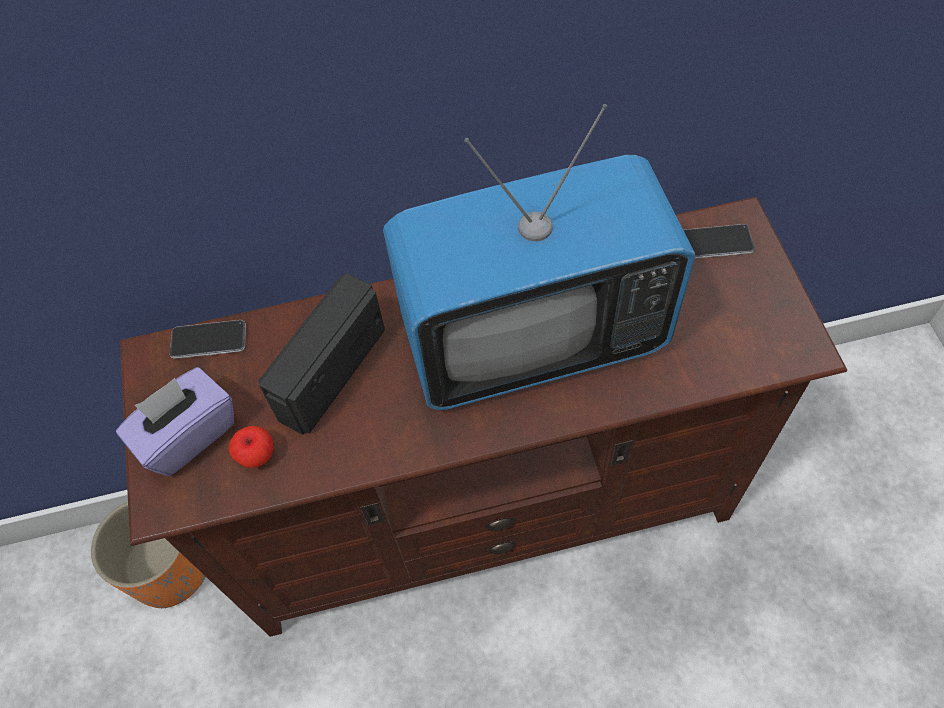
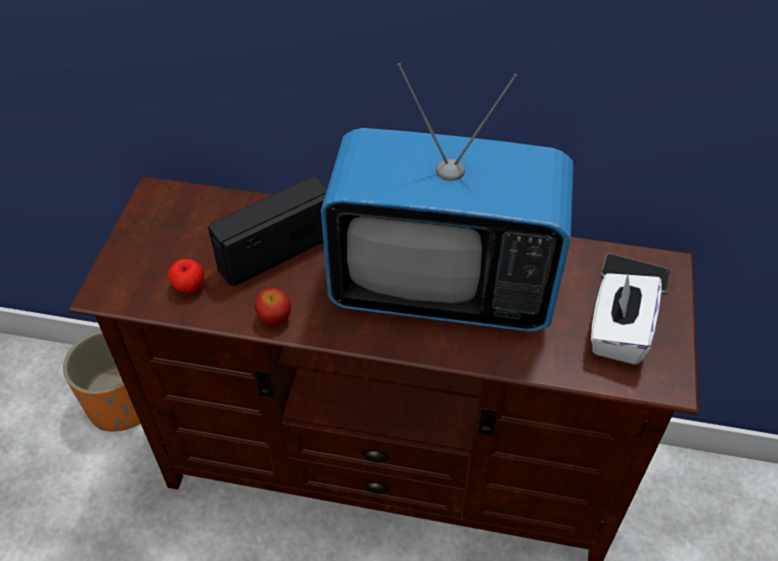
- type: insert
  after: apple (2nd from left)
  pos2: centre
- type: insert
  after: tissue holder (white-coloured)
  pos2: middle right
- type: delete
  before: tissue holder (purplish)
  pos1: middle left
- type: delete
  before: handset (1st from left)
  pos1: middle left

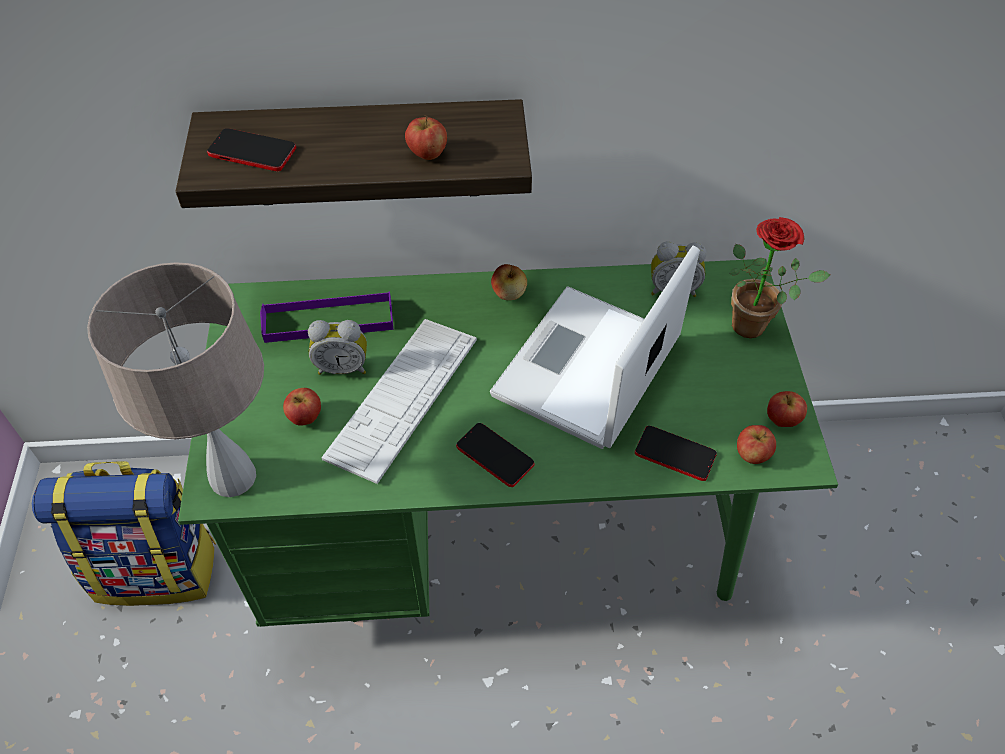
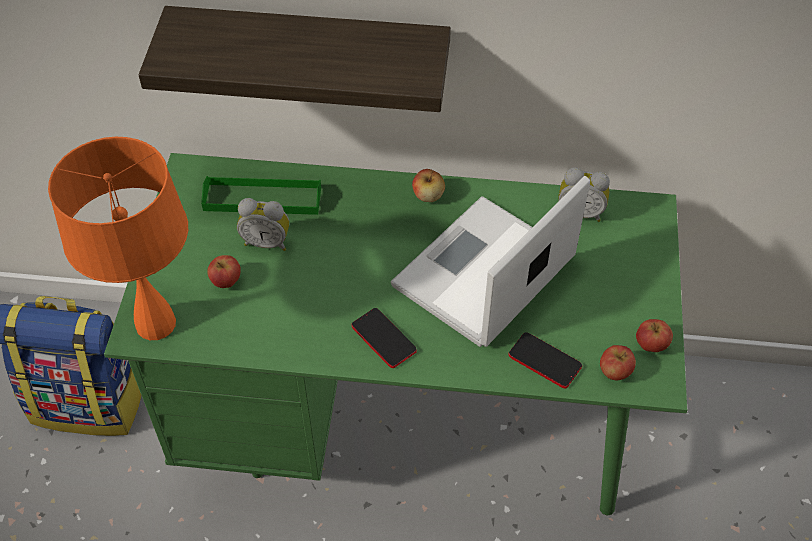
- type: recolor
  before: lamp for a table (sand-coloured)
  after: lamp for a table (orangey)
  pos1: middle left
  pos2: middle left
- type: recolor
  before: tray (purplish)
  after: tray (green-coloured)
  pos1: middle left
  pos2: middle left
- type: delete
  before: handset (1st from left)
  pos1: top left
- type: delete
  before: keyboard
  pos1: centre
- type: delete
  before: apple (2nd from left)
  pos1: top centre
- type: delete
  before: potted plant
  pos1: middle right

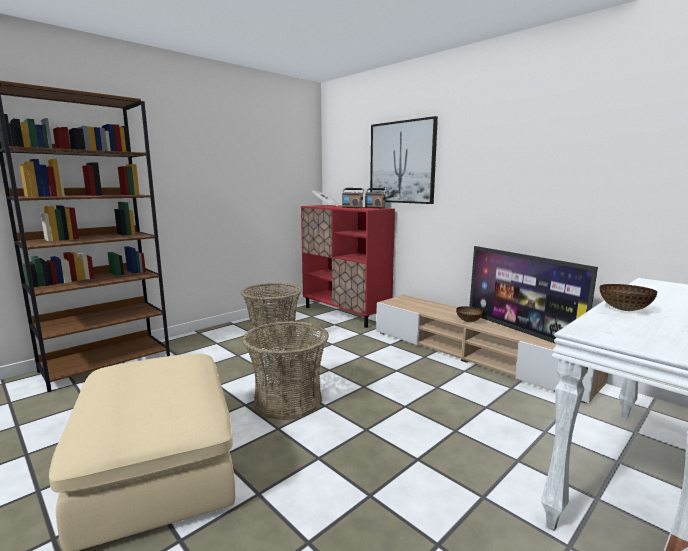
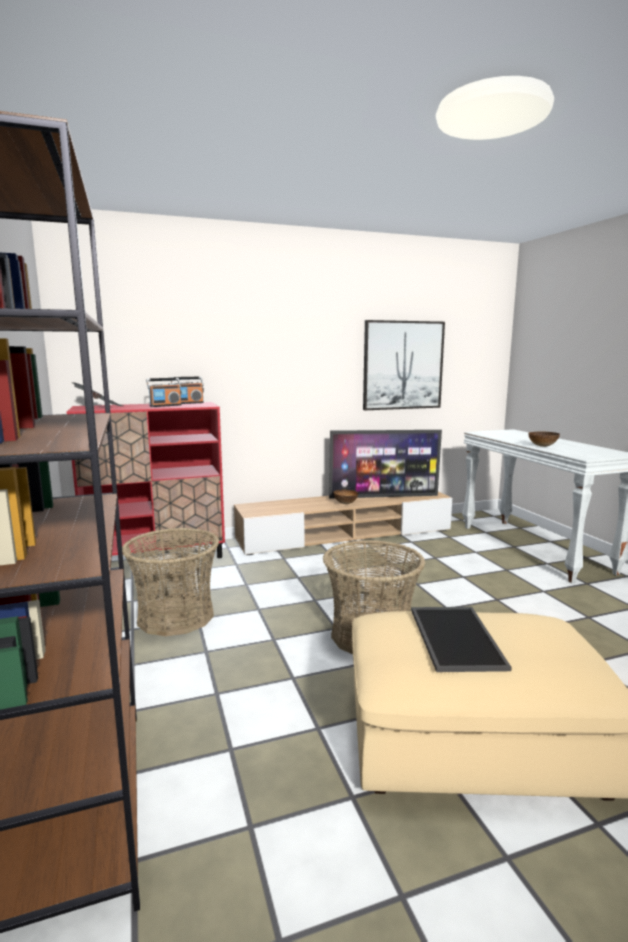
- type: move
  before: wall art
  pos1: top centre
  pos2: centre
- type: insert
  after: tray
  pos2: bottom right

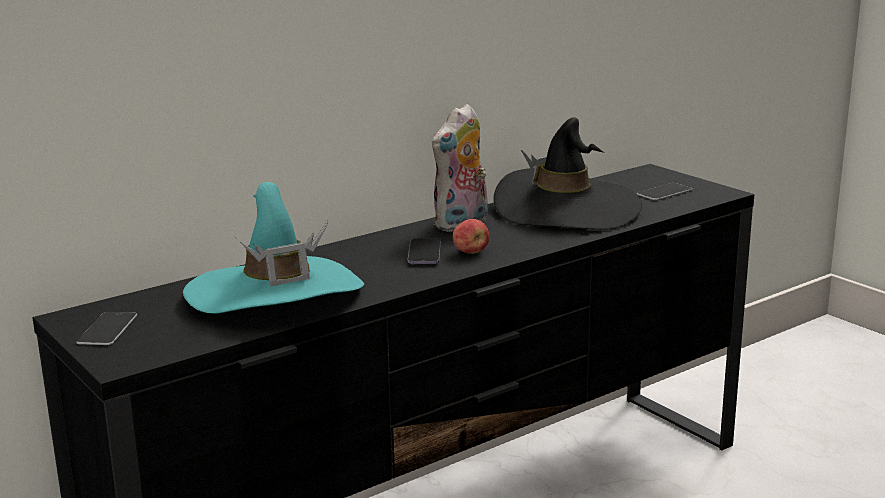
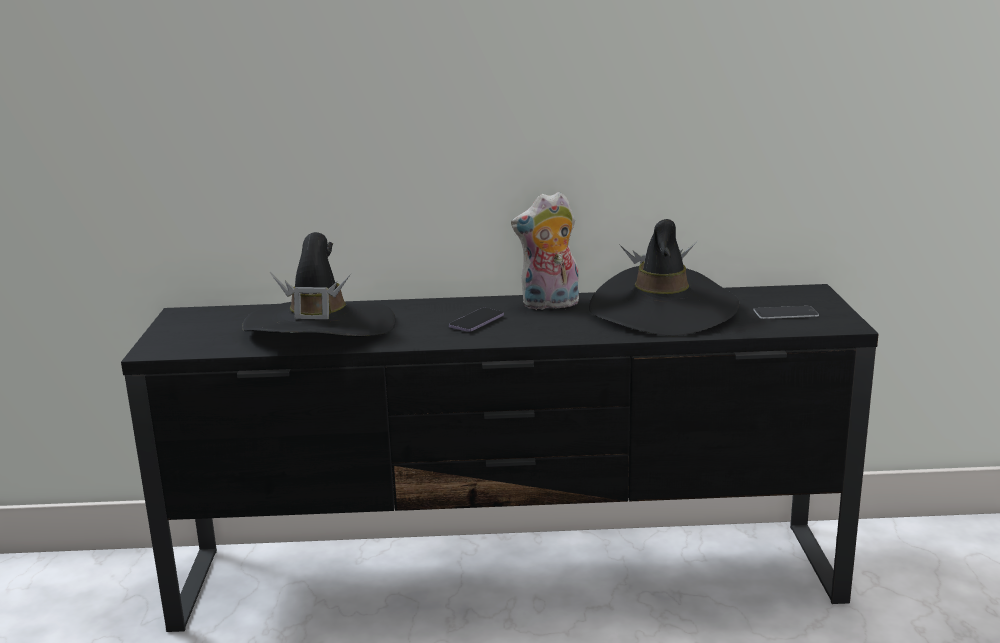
- type: recolor
  before: hat (blue-green)
  after: hat (blackish) (1st from left)
  pos1: middle left
  pos2: middle left
- type: delete
  before: handset (1st from left)
  pos1: middle left
- type: delete
  before: apple
  pos1: centre

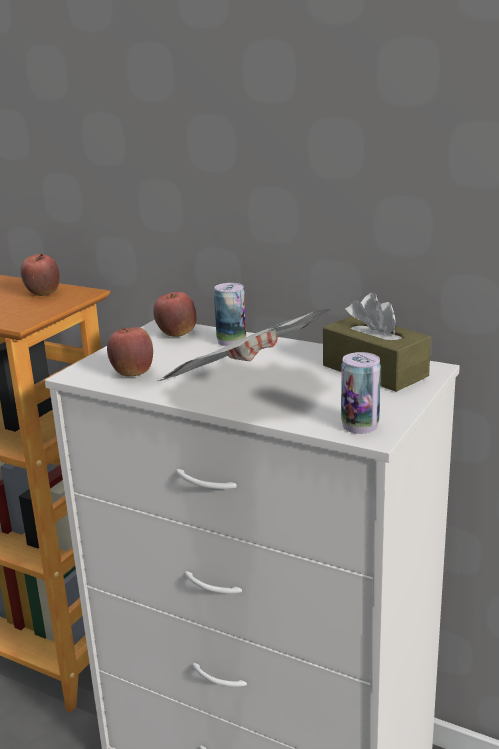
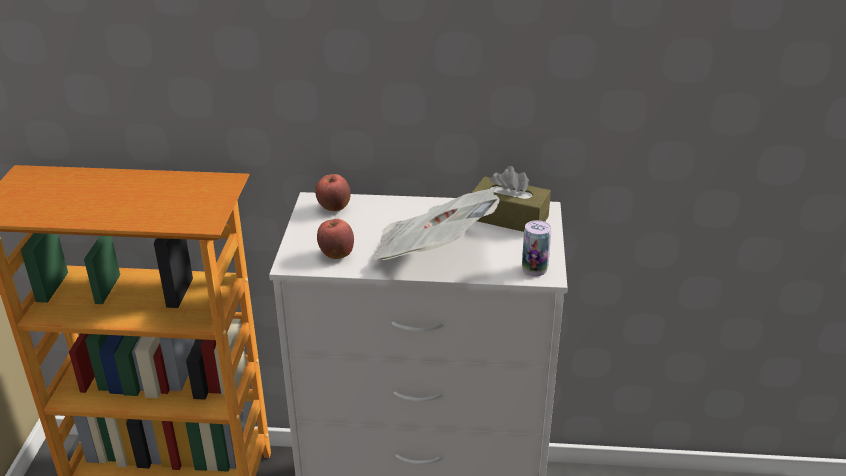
- type: delete
  before: apple (1st from left)
  pos1: middle left
- type: delete
  before: sealed can (1st from left)
  pos1: centre

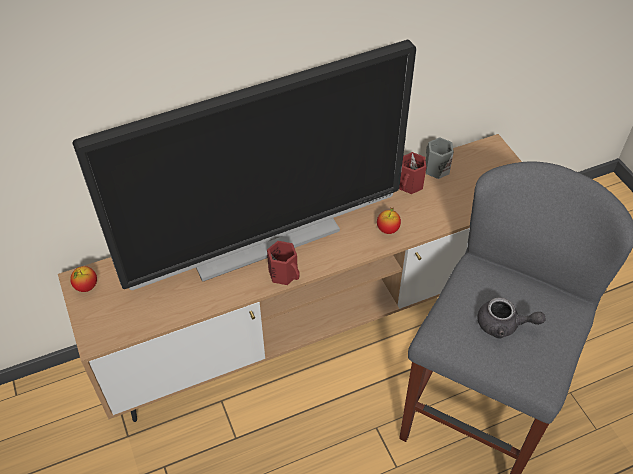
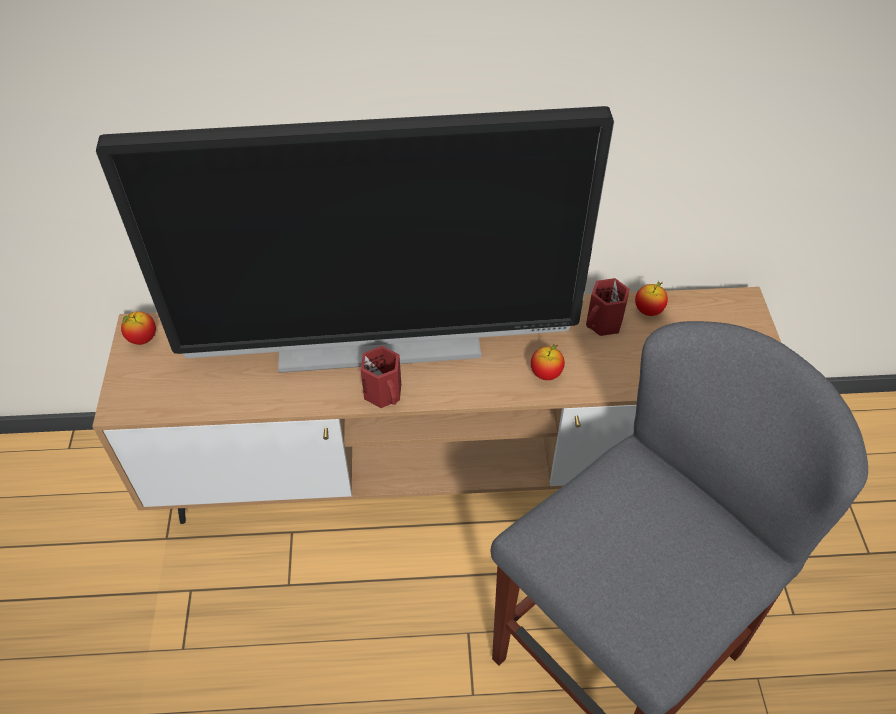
- type: replace
  before: tea mug (gray)
  after: apple (3rd from left)
  pos1: middle right
  pos2: middle right
- type: delete
  before: pot for tea (gray)
  pos1: bottom right

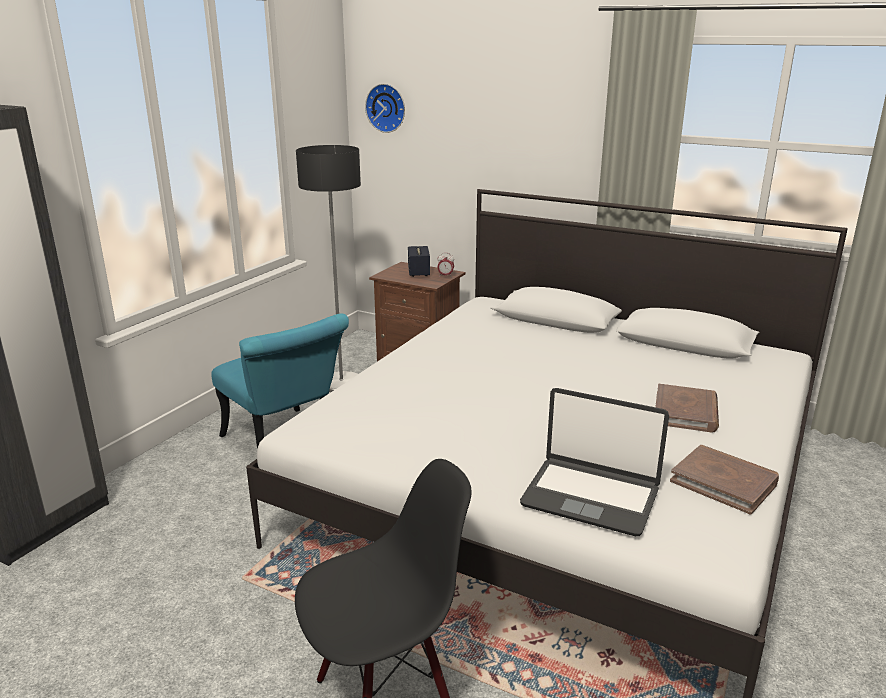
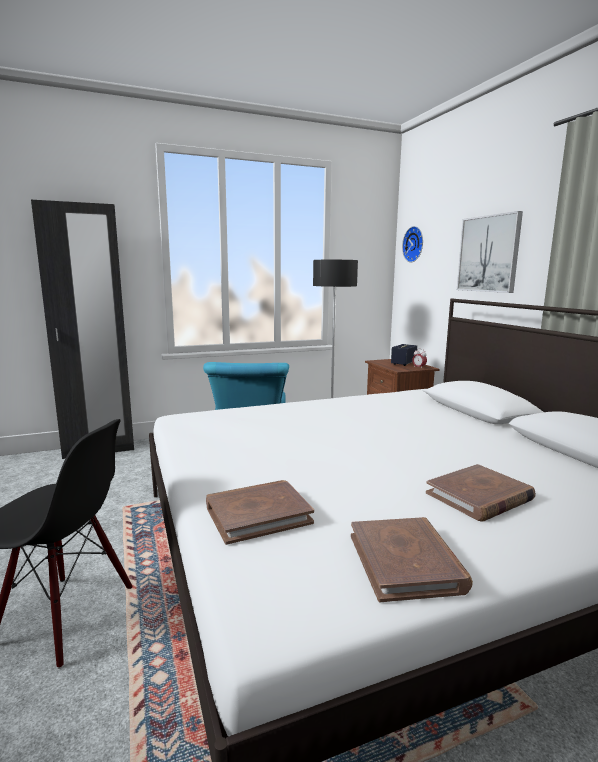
- type: replace
  before: portable computer
  after: volume (brown) (1st from left)
  pos1: middle right
  pos2: bottom centre
- type: insert
  after: wall art
  pos2: top right

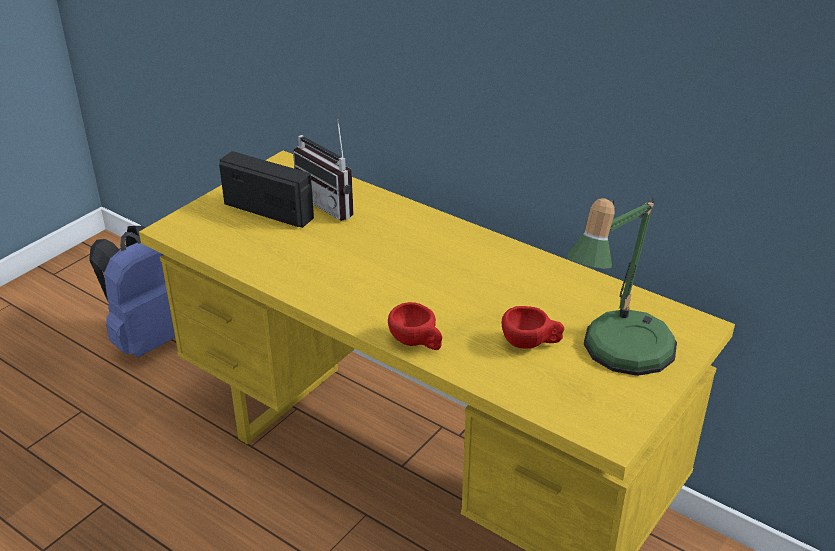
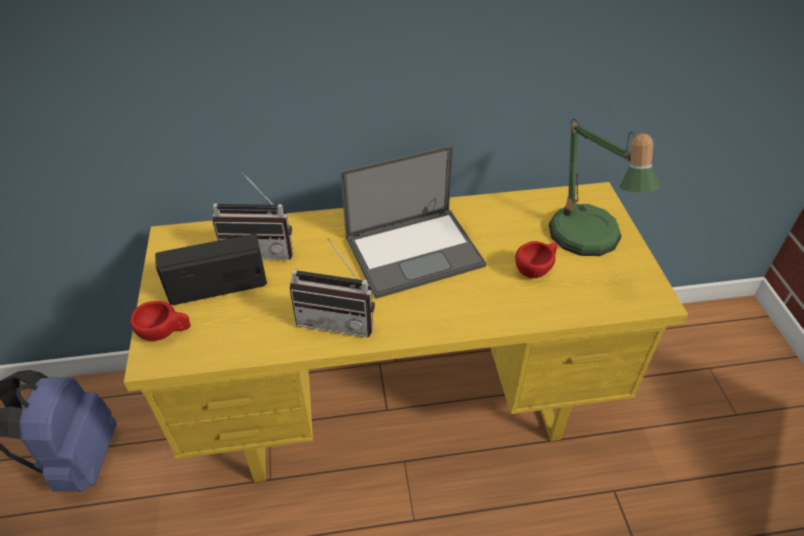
- type: move
  before: small cup (reddish) (1st from left)
  pos1: centre
  pos2: middle left
- type: insert
  after: radio set (3rd from left)
  pos2: centre
- type: insert
  after: portable computer
  pos2: centre

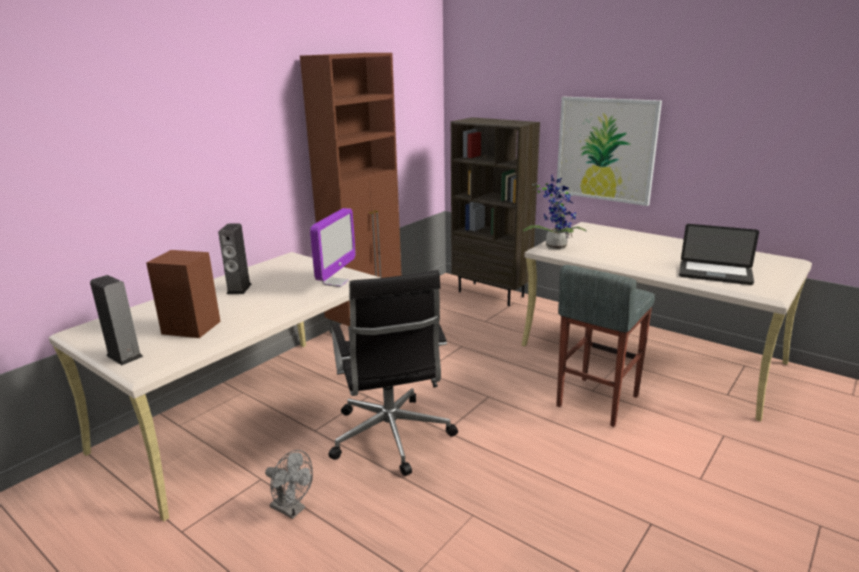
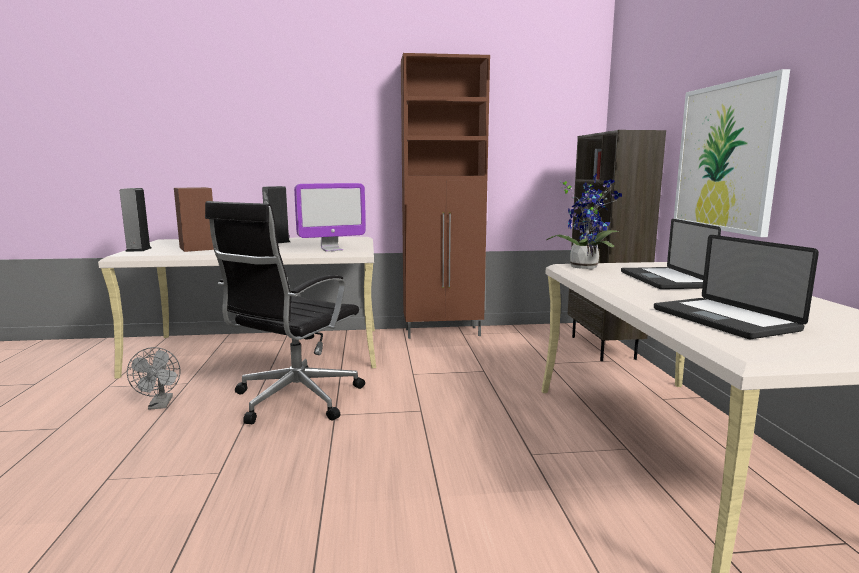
- type: insert
  after: portable computer (1st from left)
  pos2: middle right
- type: delete
  before: stool seat (gray)
  pos1: middle right

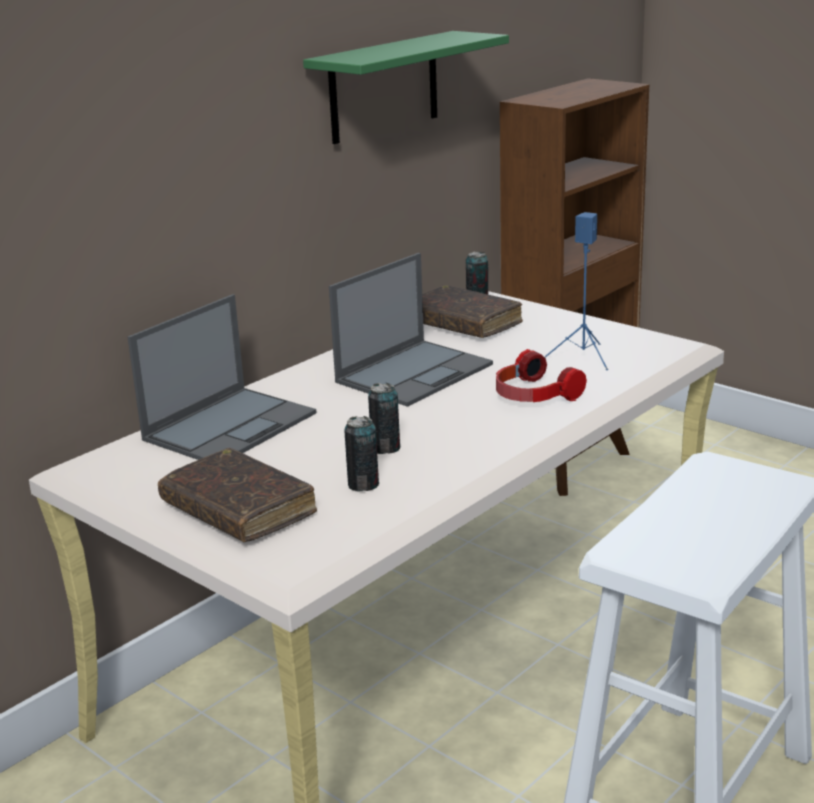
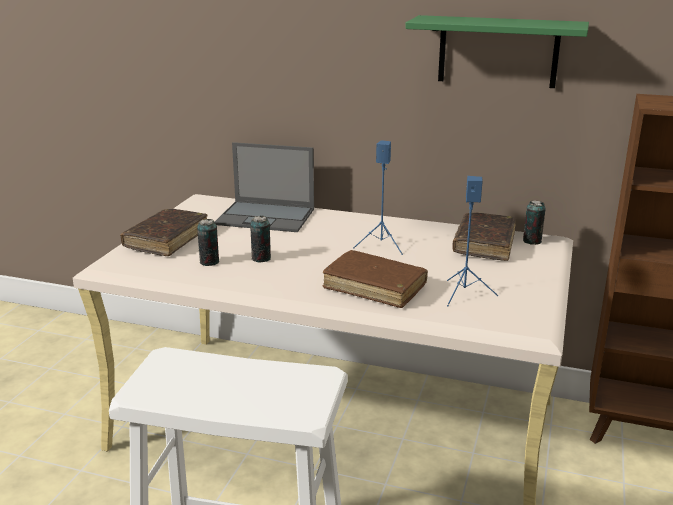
- type: replace
  before: headphones
  after: volume (brown) (2nd from left)
  pos1: centre
  pos2: centre
- type: replace
  before: portable computer (2nd from left)
  after: loudspeaker (bluish) (1st from left)
  pos1: centre
  pos2: centre

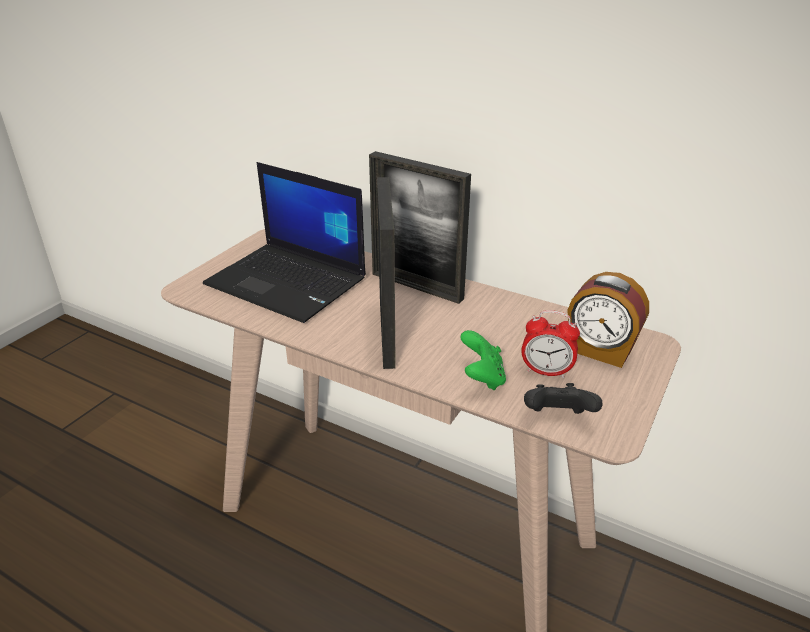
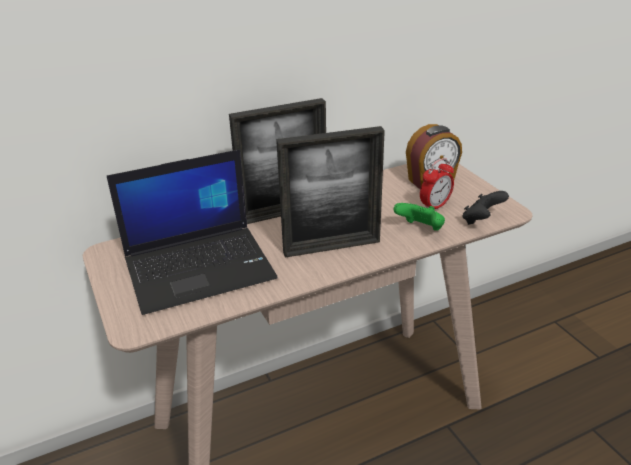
- type: rotate
  before: picture frame (1st from left in the first image)
  pos1: centre
  pos2: centre
  turn: 135

